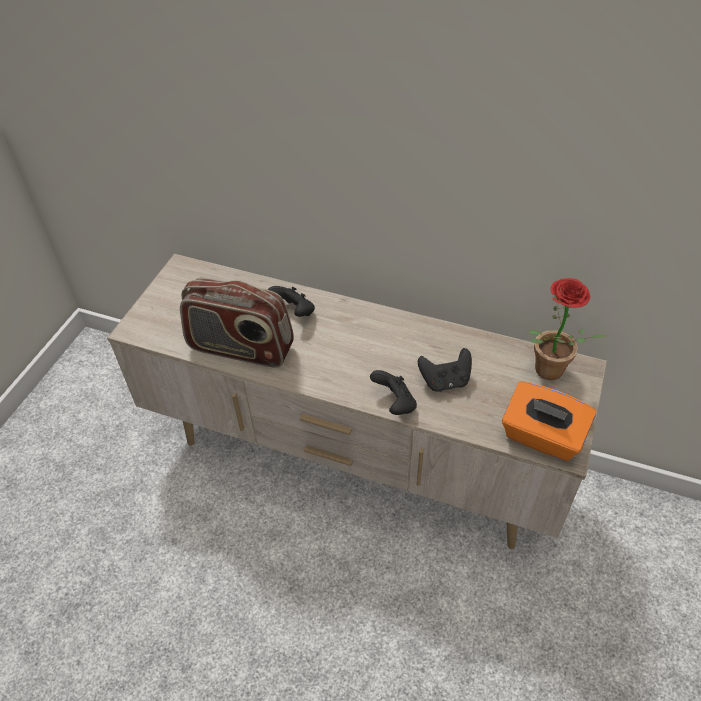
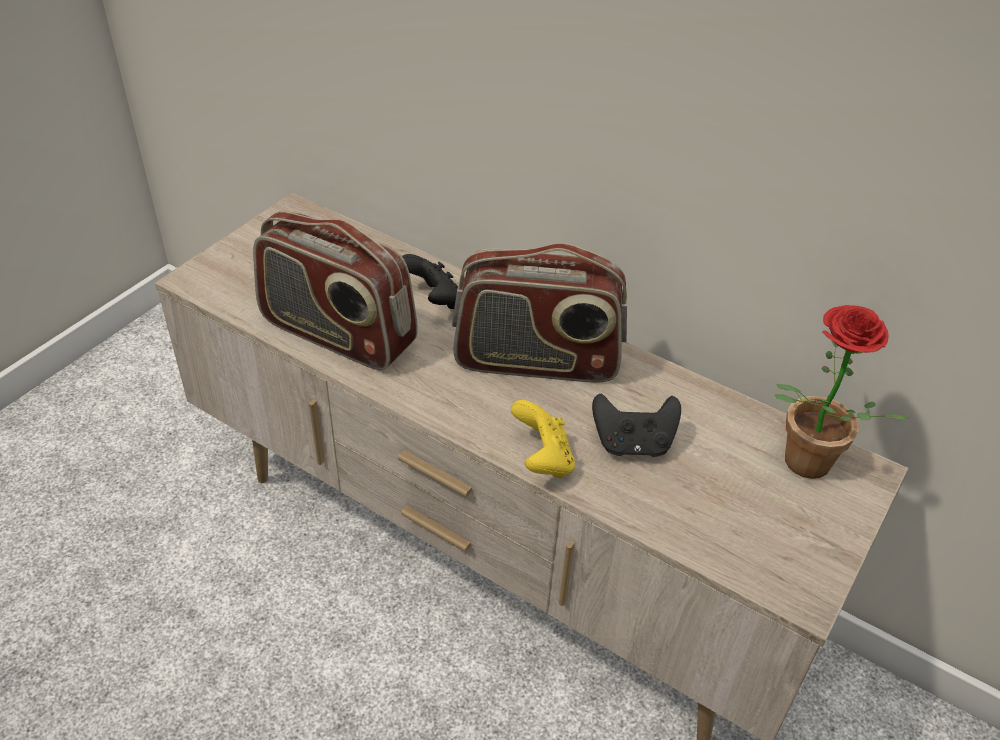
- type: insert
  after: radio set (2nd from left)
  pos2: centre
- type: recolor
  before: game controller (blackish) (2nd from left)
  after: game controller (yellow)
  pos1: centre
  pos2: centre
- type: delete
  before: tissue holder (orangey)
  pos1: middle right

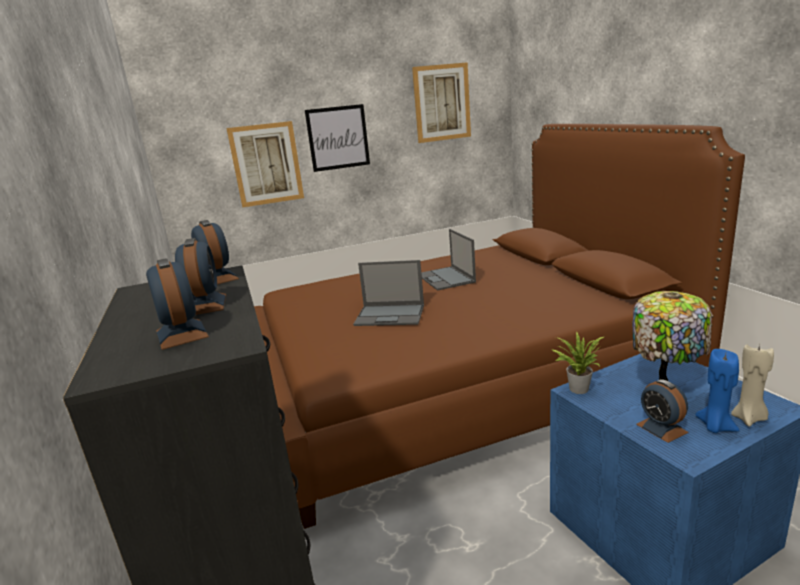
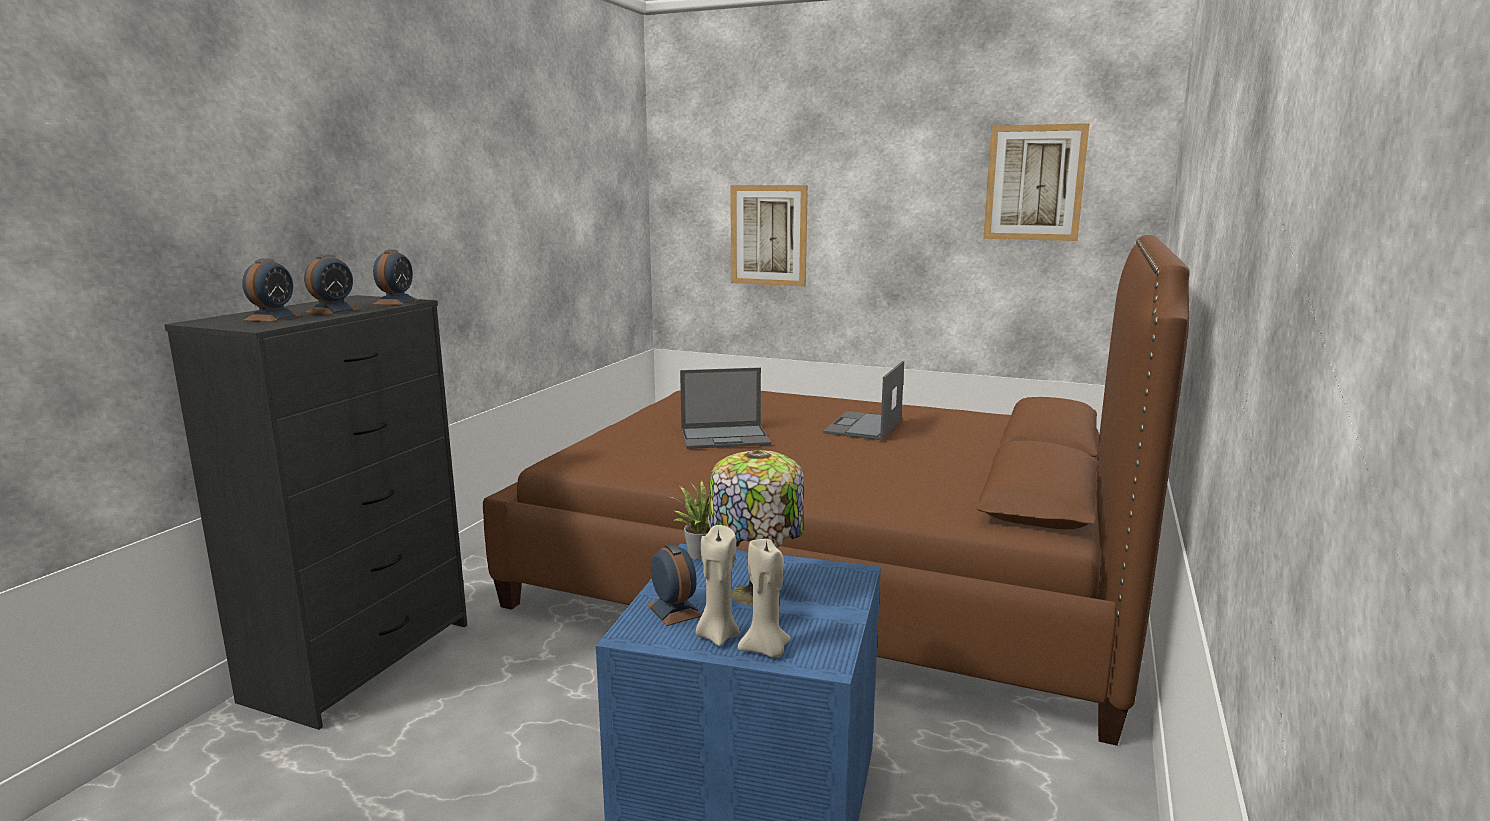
- type: rotate
  before: bedside clock (4th from left)
  pos1: bottom right
  pos2: bottom centre
  turn: 135
- type: rotate
  before: portable computer (1st from left)
  pos1: centre
  pos2: centre
  turn: -60
- type: recolor
  before: wax candle (bluish)
  after: wax candle (sand-coloured) (1st from left)
  pos1: bottom right
  pos2: bottom centre
- type: delete
  before: wall art (2nd from left)
  pos1: top centre

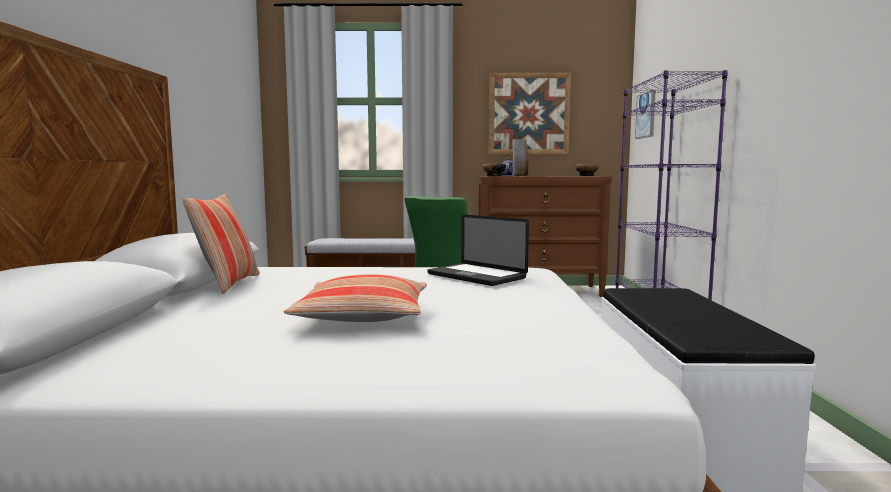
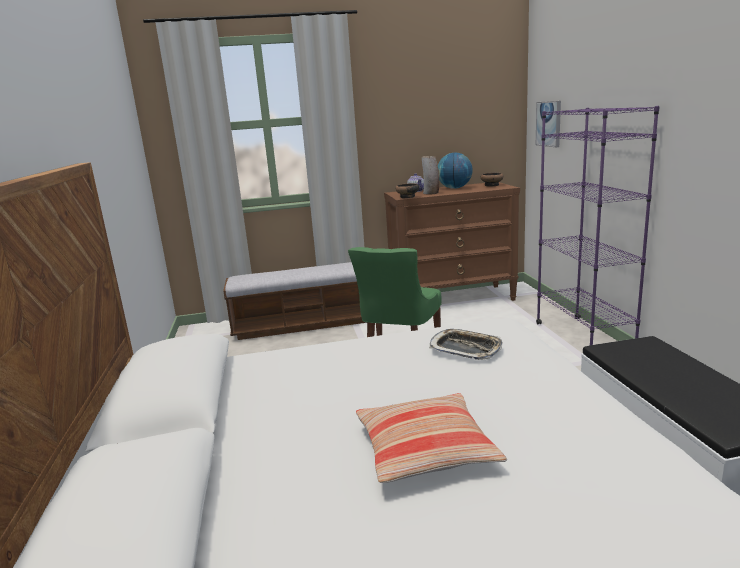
- type: replace
  before: portable computer
  after: tray
  pos1: centre
  pos2: centre
- type: insert
  after: desk globe
  pos2: top centre
- type: delete
  before: cushion (1st from left)
  pos1: middle left
- type: delete
  before: wall art (1st from left)
  pos1: top centre

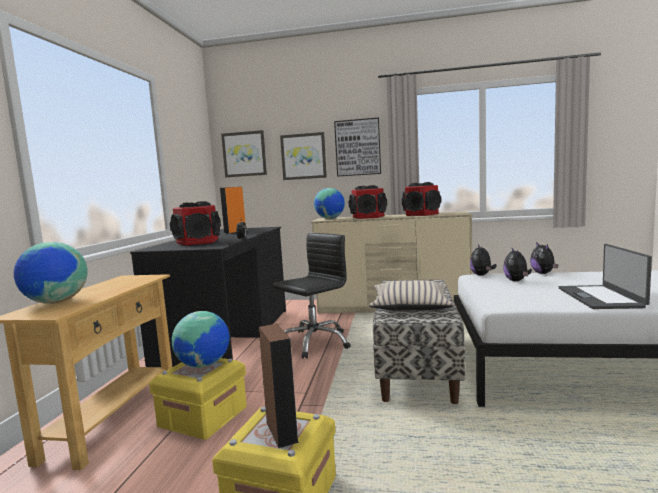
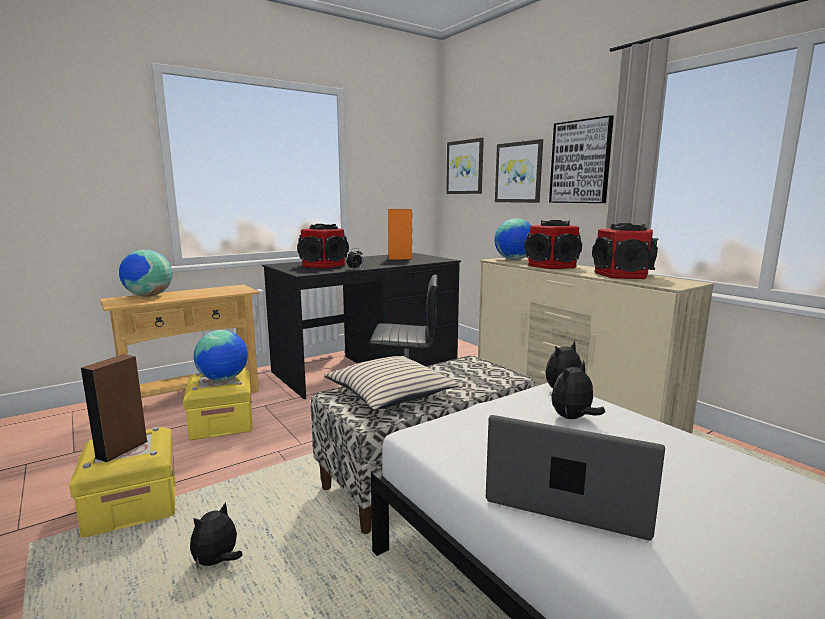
- type: move
  before: soft toy (3rd from left in the first image)
  after: soft toy (1st from left)
  pos1: middle right
  pos2: bottom left
- type: rotate
  before: portable computer
  pos1: middle right
  pos2: bottom right
  turn: 60

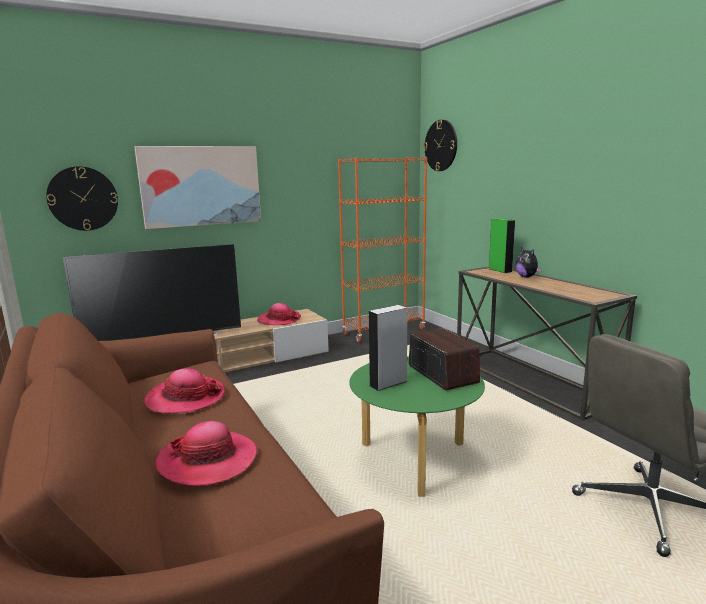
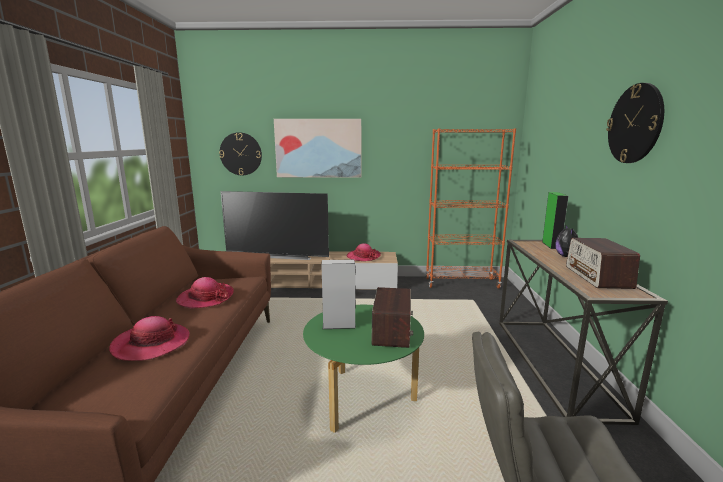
- type: insert
  after: radio set (2nd from left)
  pos2: middle right
- type: move
  before: hanging clock (2nd from left)
  pos1: top centre
  pos2: top right

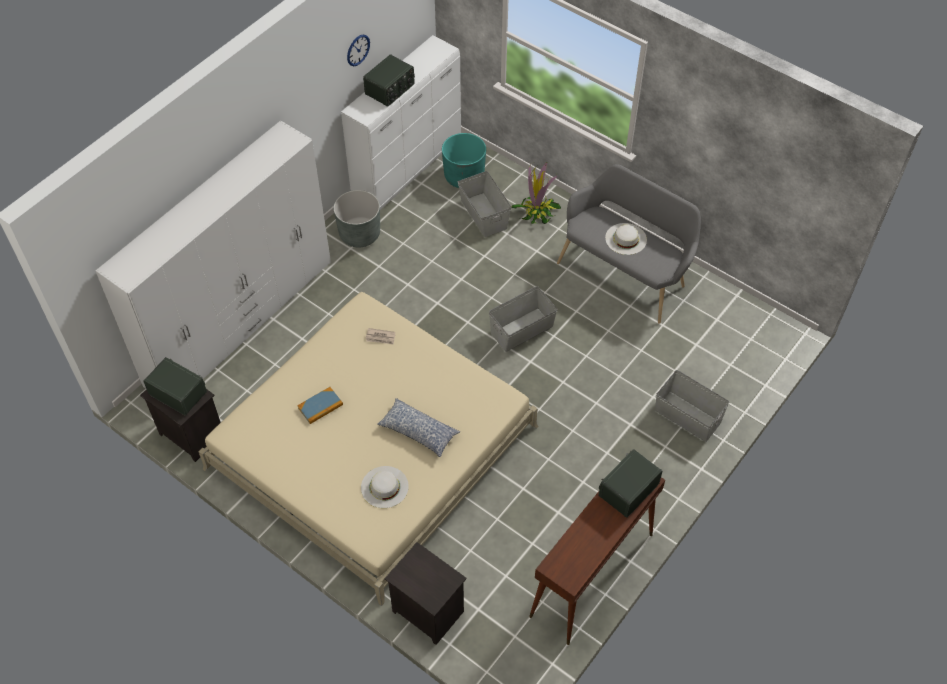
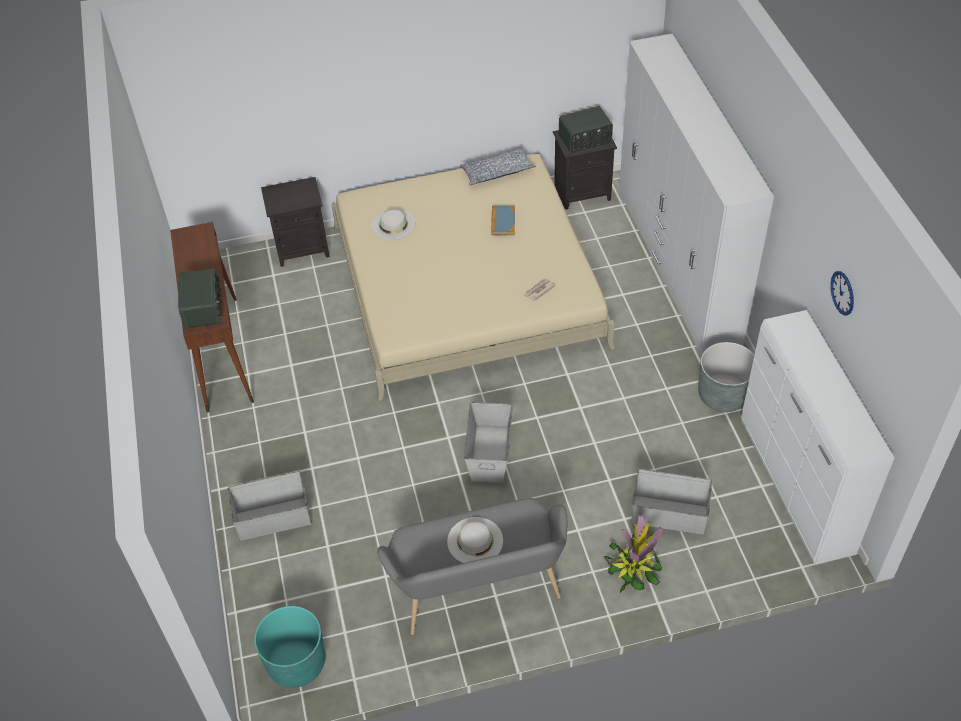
- type: move
  before: flower pot (blue-green)
  pos1: top centre
  pos2: bottom left
- type: move
  before: cushion
  pos1: centre
  pos2: top centre
- type: delete
  before: radio set (2nd from left)
  pos1: top centre

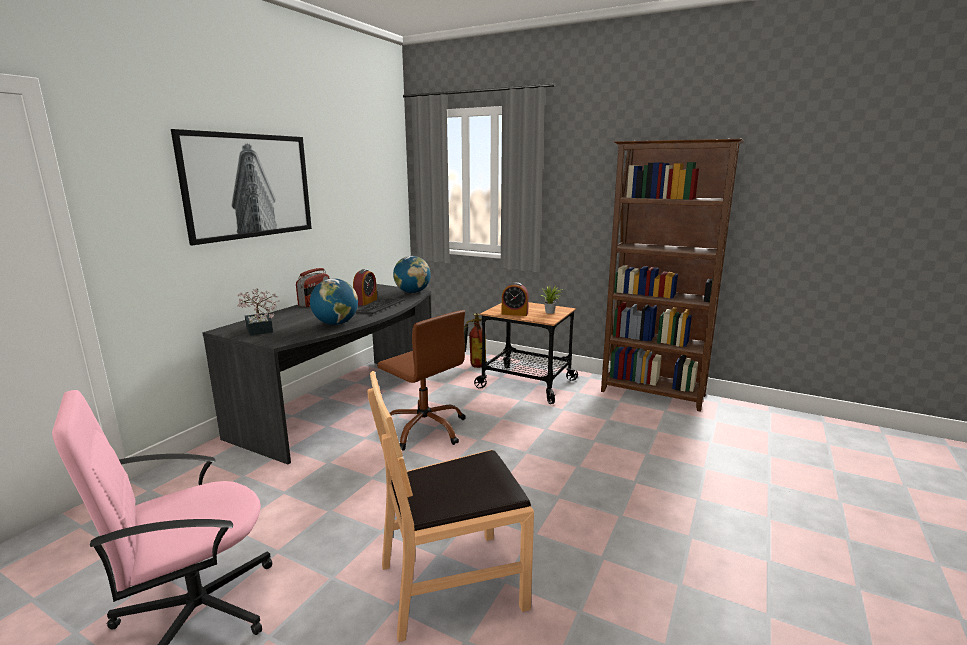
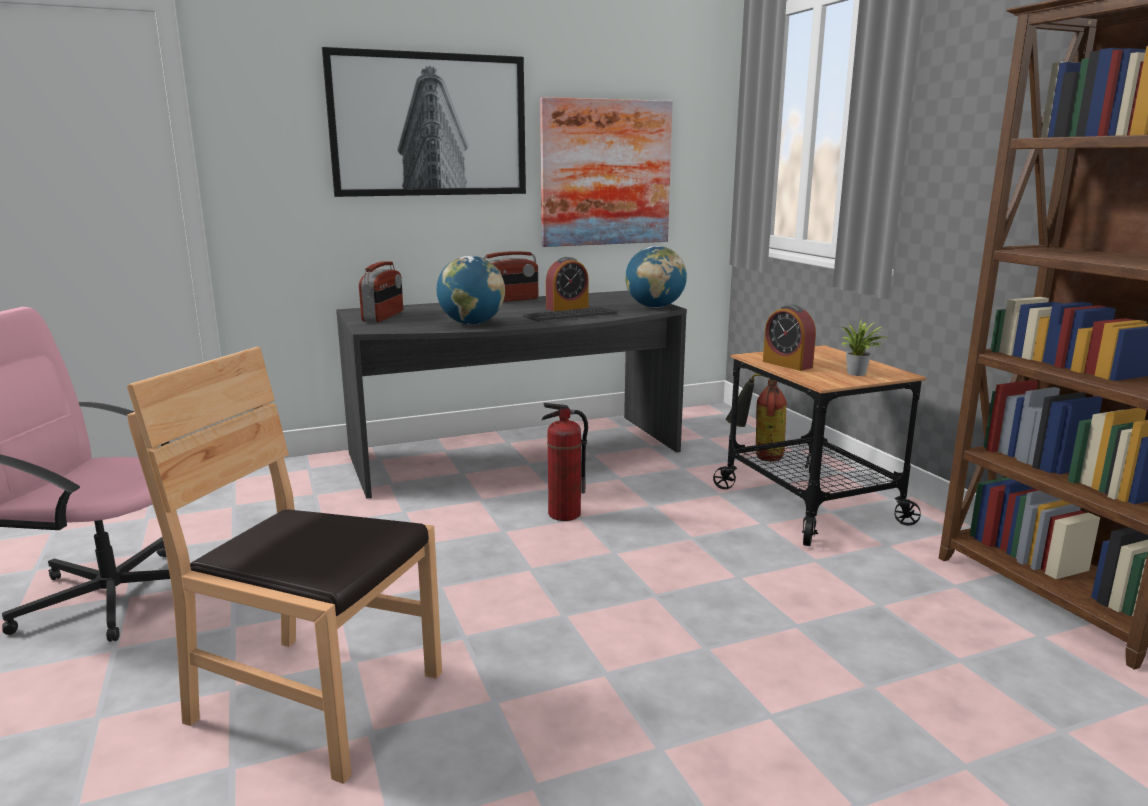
- type: replace
  before: potted plant (1st from left)
  after: radio set (1st from left)
  pos1: middle left
  pos2: middle left
- type: insert
  after: wall art (2nd from left)
  pos2: top centre
- type: replace
  before: desk chair (brown)
  after: fire extinguisher (1st from left)
  pos1: centre
  pos2: centre

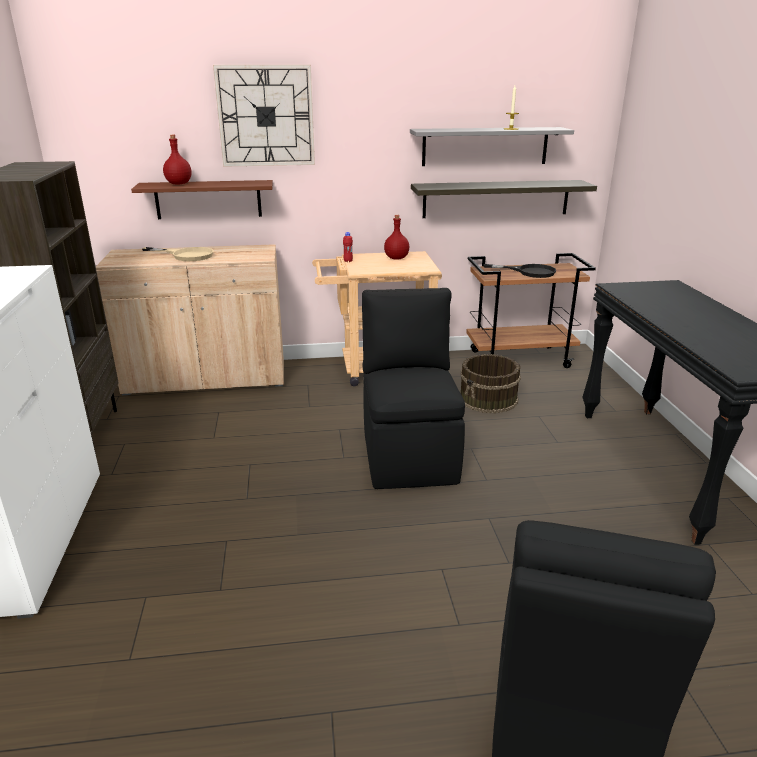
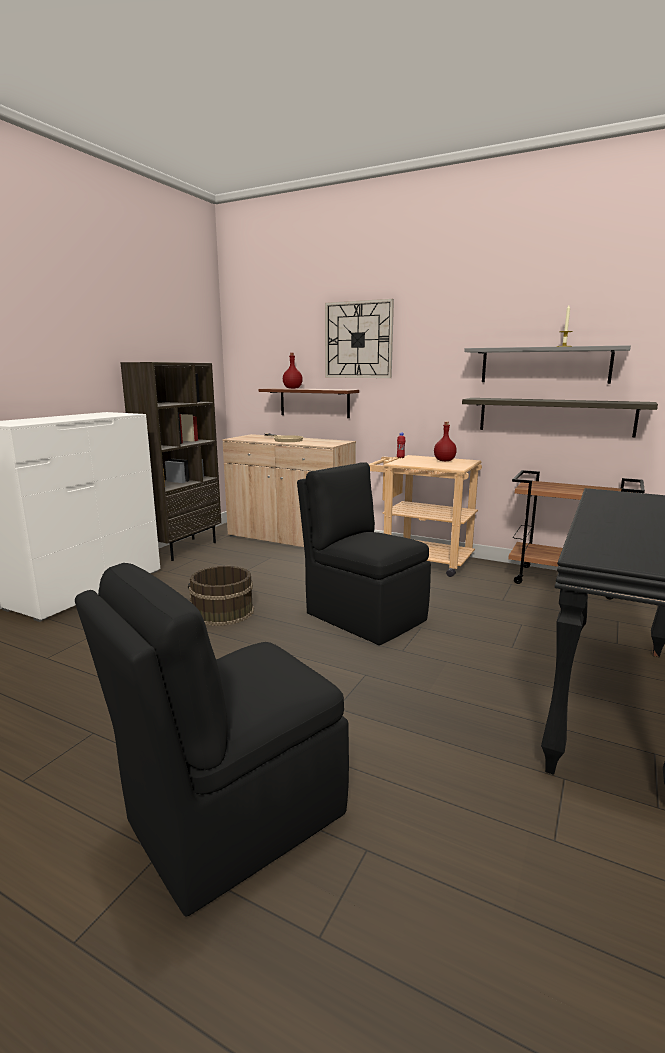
- type: move
  before: pail (brown)
  pos1: centre
  pos2: middle left
- type: rotate
  before: upright chair (blackish) (1st from left in the first image)
  pos1: centre
  pos2: centre
  turn: -75
- type: delete
  before: pan (blackish)
  pos1: middle right

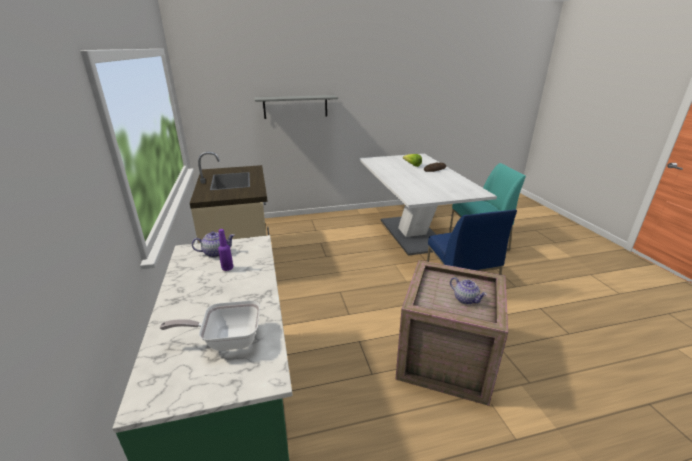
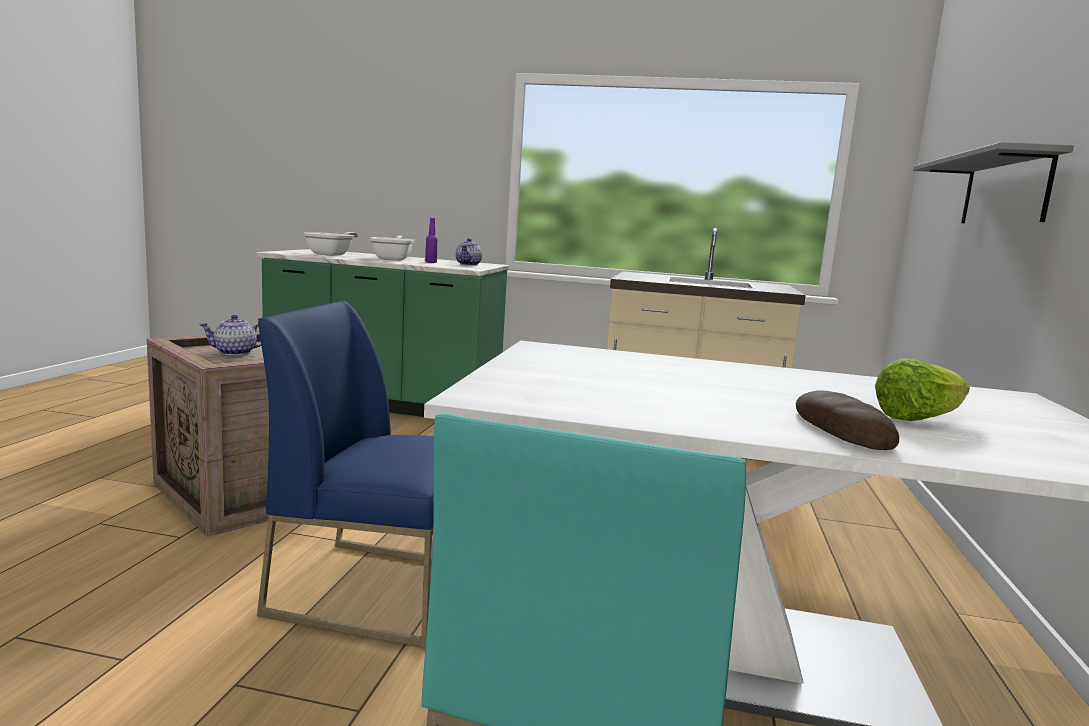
- type: insert
  after: pan (2nd from left)
  pos2: centre

